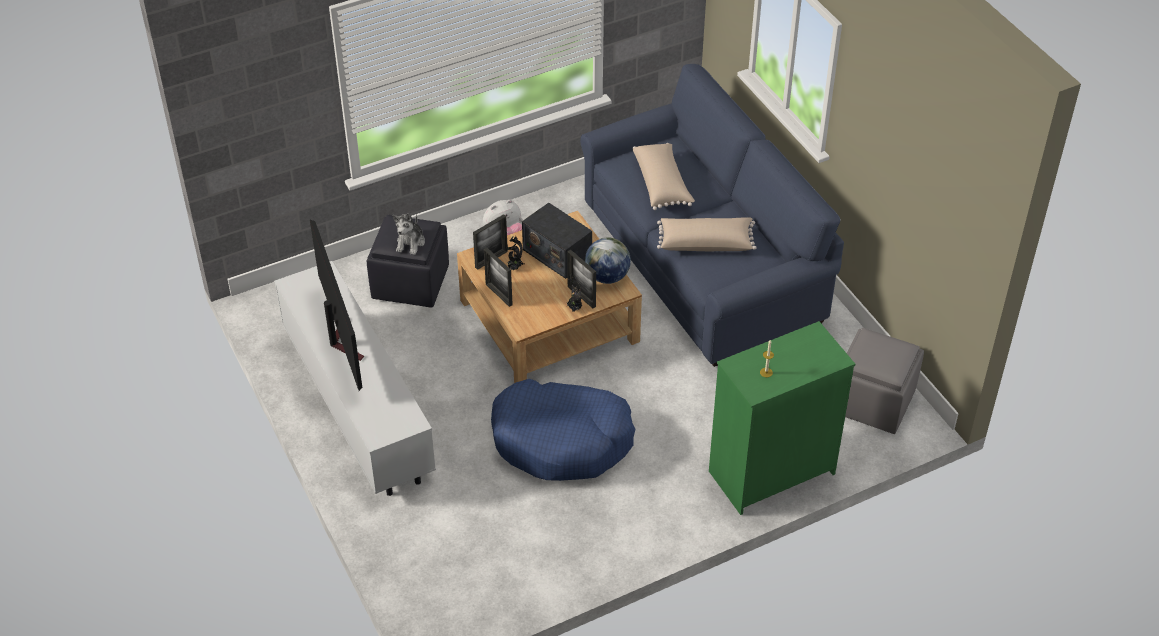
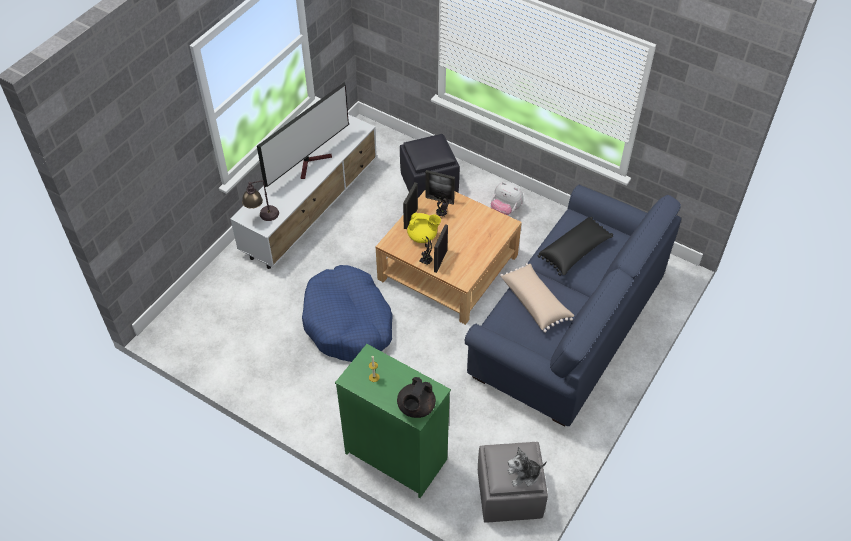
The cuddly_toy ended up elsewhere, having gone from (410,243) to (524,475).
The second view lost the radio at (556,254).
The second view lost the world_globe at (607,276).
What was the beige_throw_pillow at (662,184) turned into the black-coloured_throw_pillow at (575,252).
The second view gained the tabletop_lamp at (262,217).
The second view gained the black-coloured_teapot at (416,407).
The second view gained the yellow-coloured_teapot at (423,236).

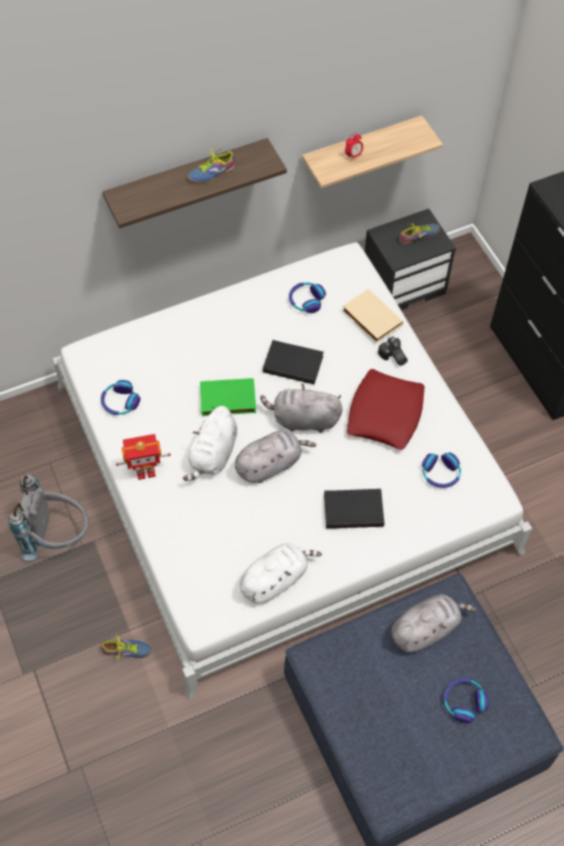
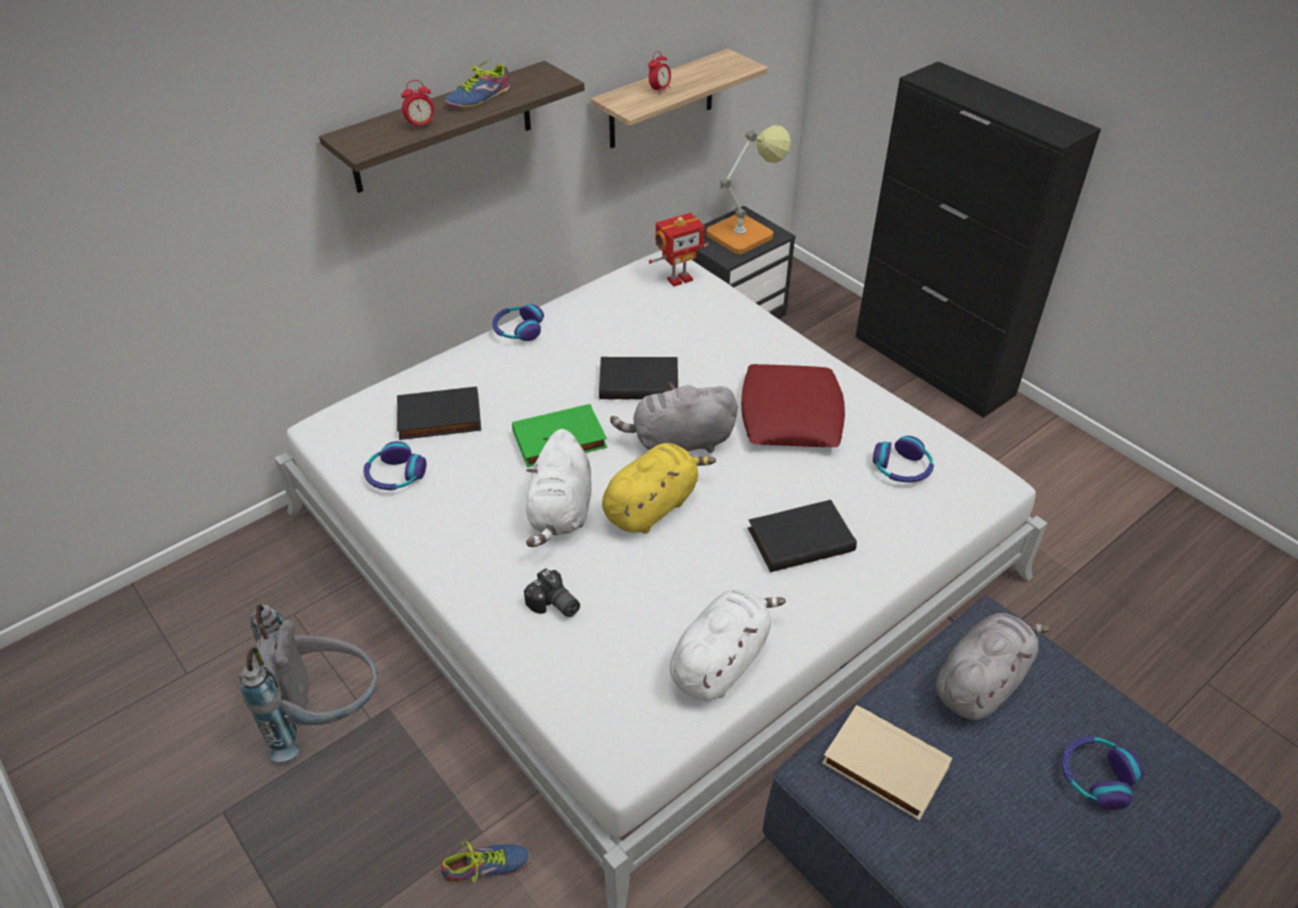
The robot_figure ended up elsewhere, having gone from (145,472) to (679,279).
What was the greyish_cuddly_toy at (270,464) turned into the yellow-coloured_cuddly_toy at (652,506).
The headset ended up elsewhere, having gone from (306,300) to (518,329).
The beige_bound_book ended up elsewhere, having gone from (370,318) to (883,766).
The still_camera ended up elsewhere, having gone from (393,357) to (553,605).
Where the item_of_footwear stood at (419,236), the tabletop_lamp came to stand at (745,232).
The second view gained the black-coloured_bound_book at (439,419).
The second view gained the bedside_clock at (421,126).

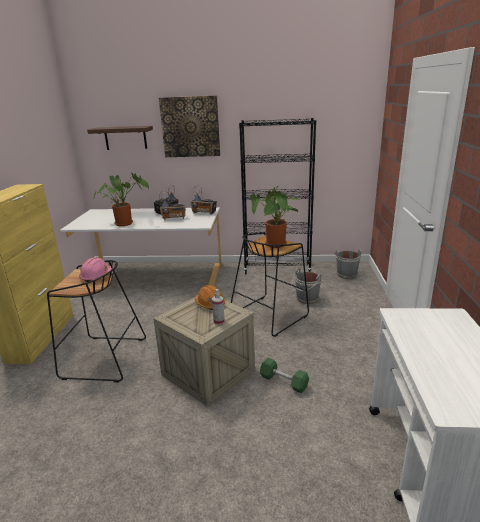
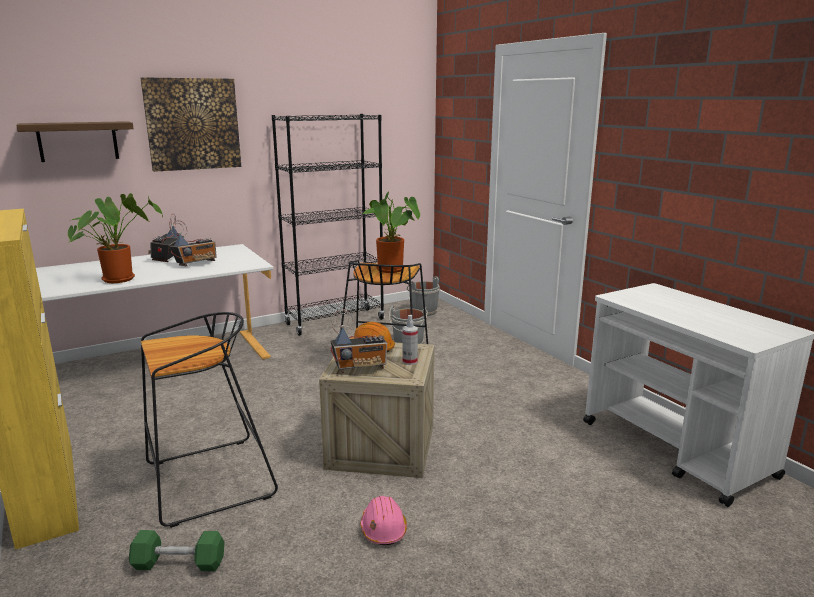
The pink_hard_hat ended up elsewhere, having gone from (96,276) to (383,529).
The radio ended up elsewhere, having gone from (204,213) to (360,367).
The green-coloured_hand_weight ended up elsewhere, having gone from (284,382) to (179,563).

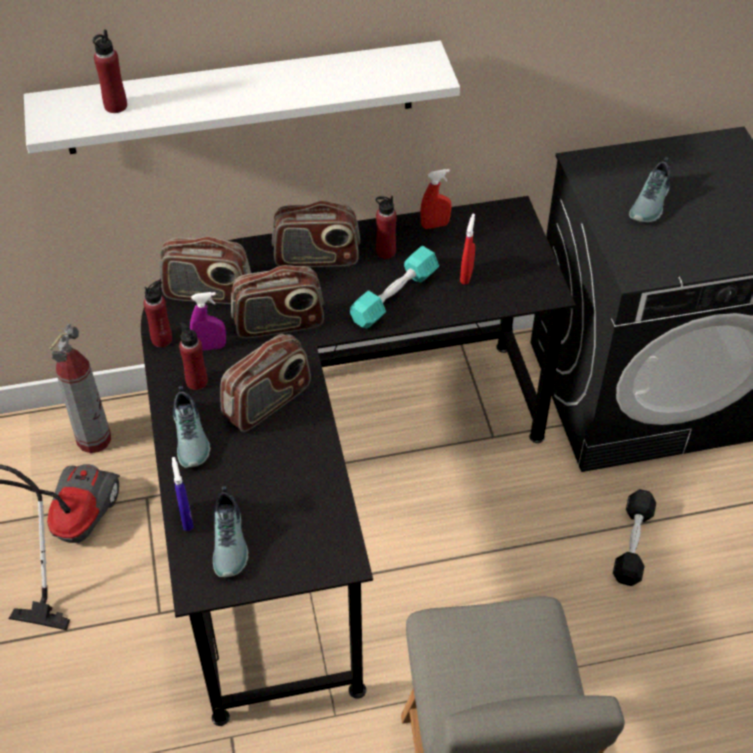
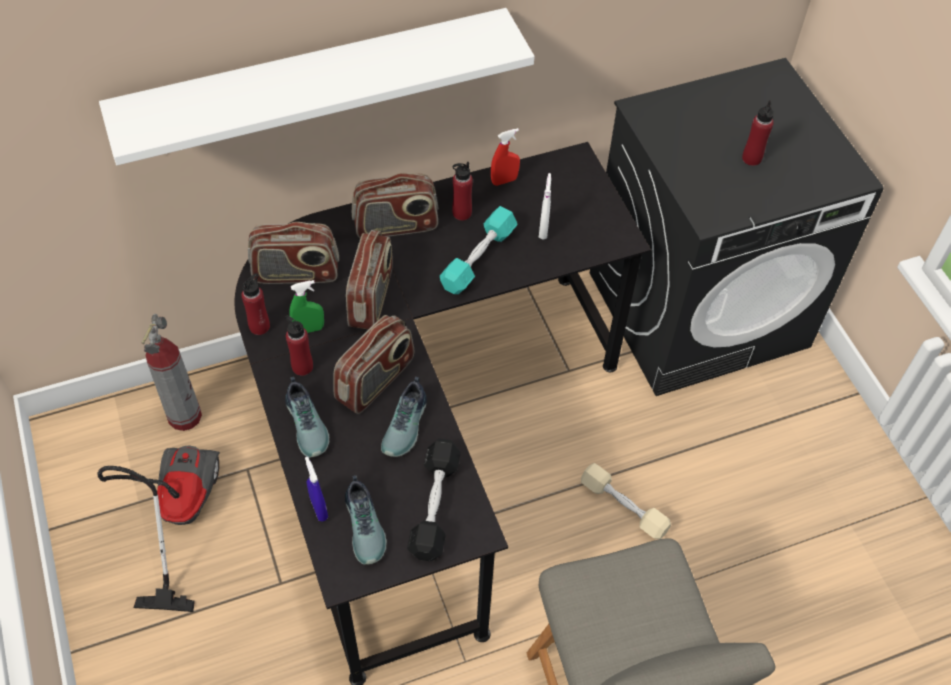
The red-coloured_bottle ended up elsewhere, having gone from (115,106) to (751,158).
What was the purplish_sprayer at (210,347) turned into the green-coloured_sprayer at (309,329).
The radio at (279,324) ended up facing another way, 60 degrees counterclockwise from before.
What was the red-coloured_sprayer at (466,275) turned into the white_sprayer at (543,230).
The black-coloured_hand_weight ended up elsewhere, having gone from (632,544) to (434,506).
The item_of_footwear ended up elsewhere, having gone from (652,203) to (407,425).
The second view gained the beige_hand_weight at (623,506).

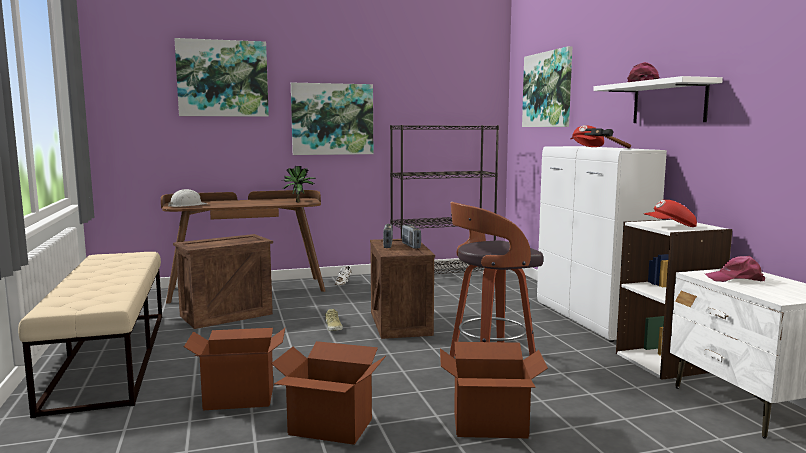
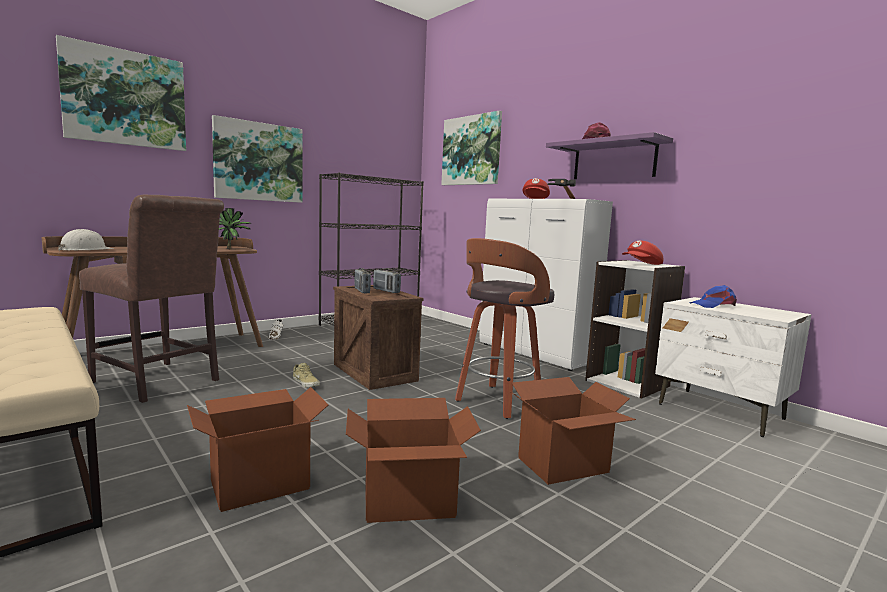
Where the shipping_crate stood at (226,315), the brown_upright_chair came to stand at (159,382).
What was the white_bracket_shelf at (669,102) turned into the purplish_bracket_shelf at (614,160).
What was the pink_baseball_cap at (735,279) turned into the blue_baseball_cap at (713,305).

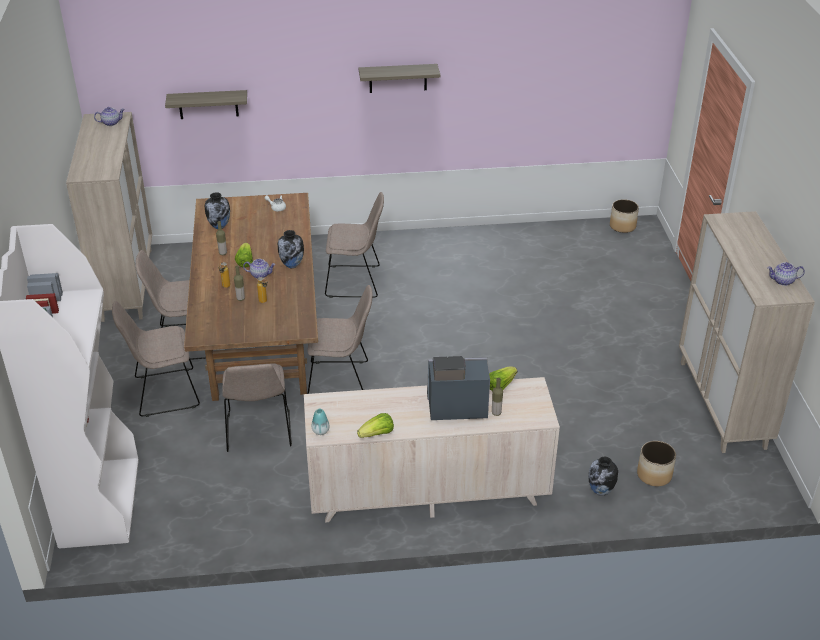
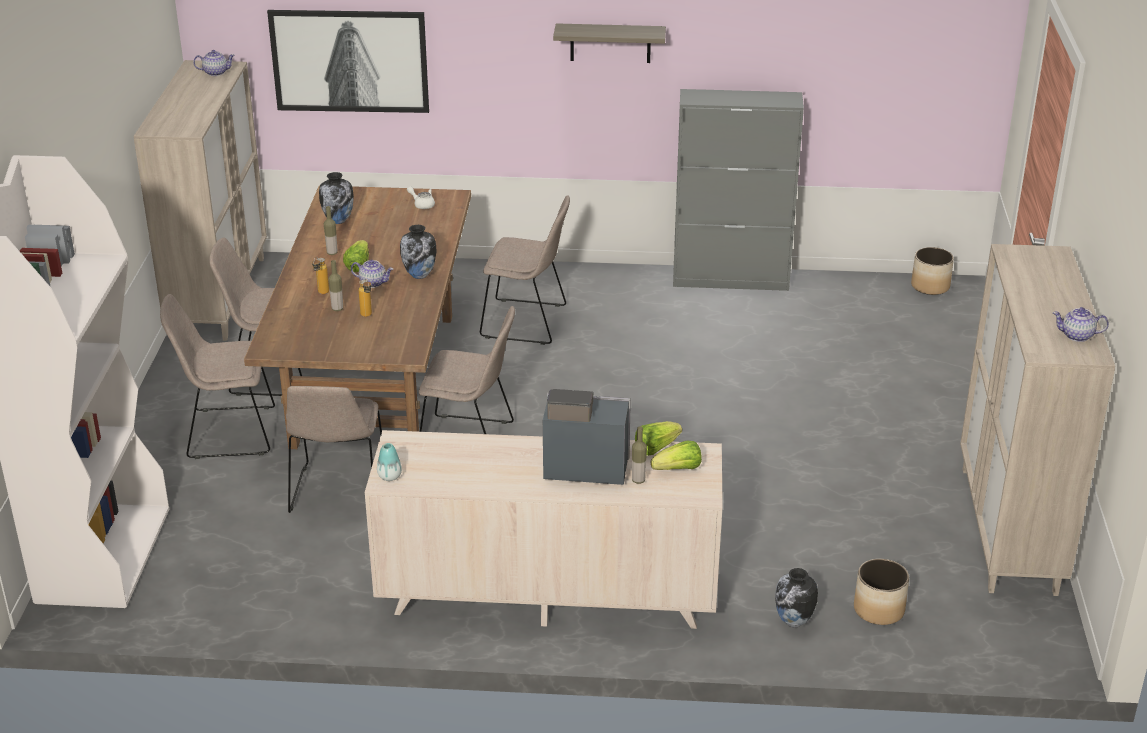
Where the bracket_shelf hung at (208,104), the picture came to hang at (350,60).
The lettuce ended up elsewhere, having gone from (377,434) to (678,469).
The second view gained the greyish_cabinet at (731,279).

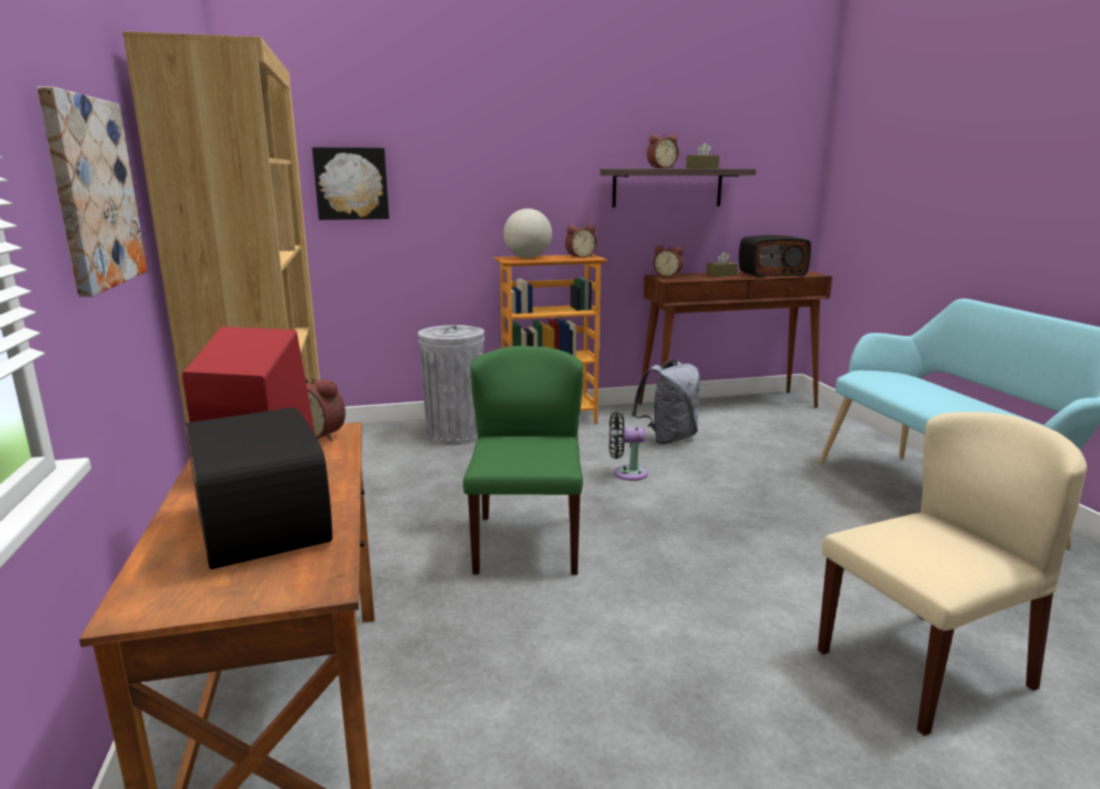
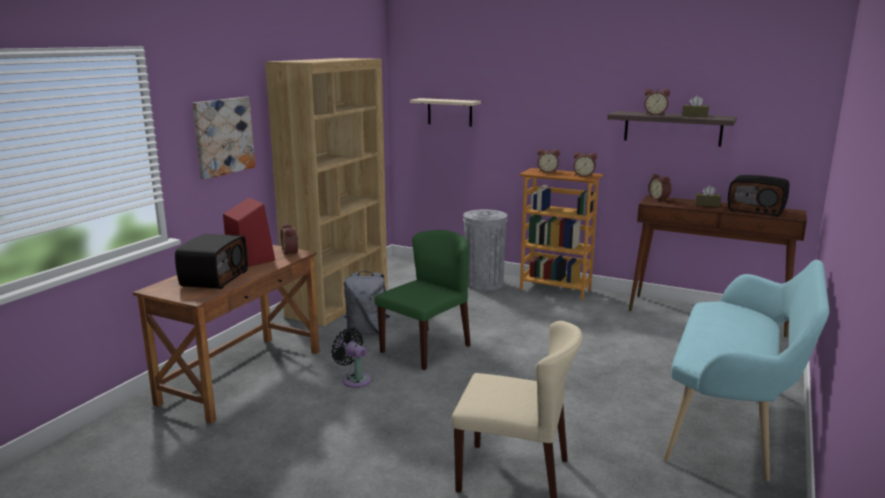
Where the picture hung at (351,183), the beige_bracket_shelf came to hang at (449,112).
Where the world_globe stood at (528,258), the bedside_clock came to stand at (547,172).
The black-coloured_fan ended up elsewhere, having gone from (626,473) to (354,379).
The greyish_knapsack ended up elsewhere, having gone from (668,438) to (367,332).

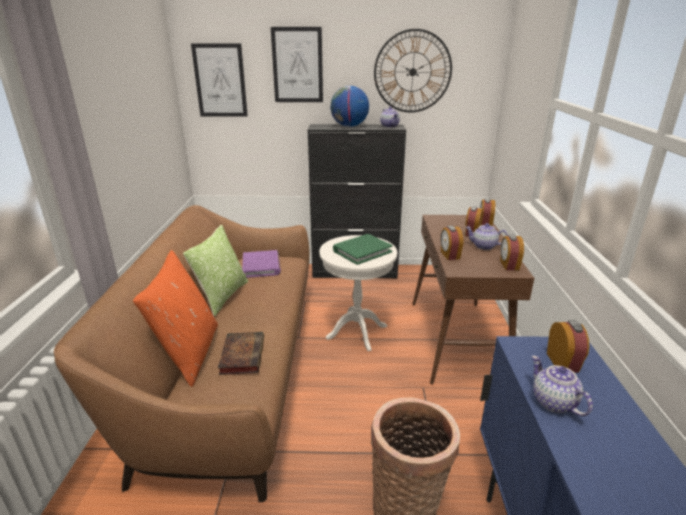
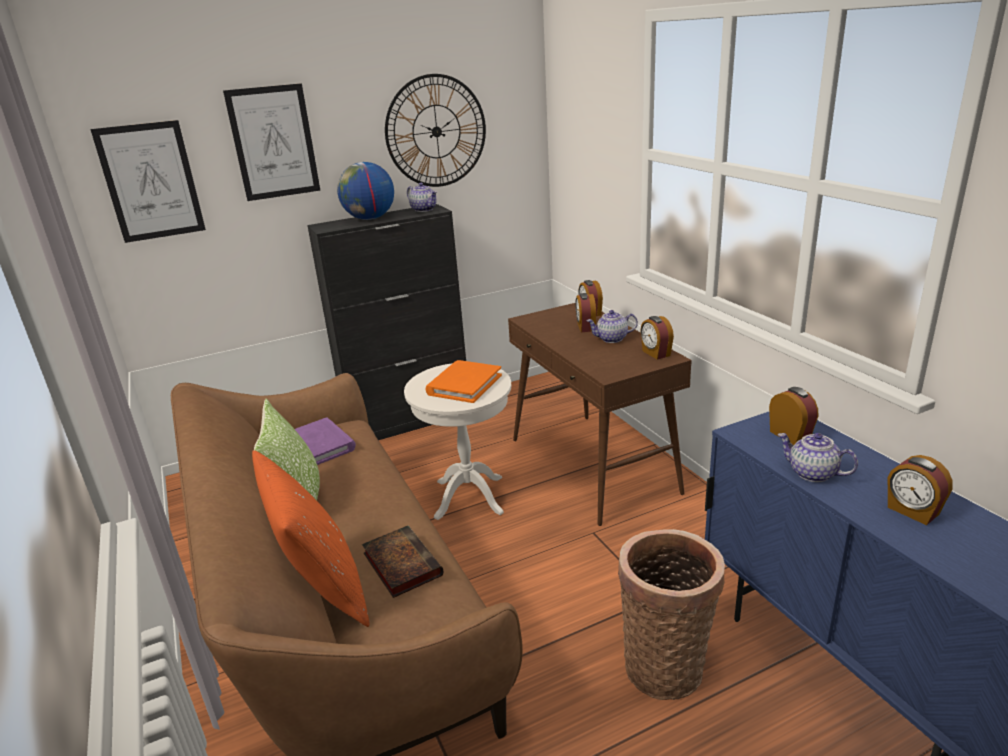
What was the green-coloured_bound_book at (362,251) turned into the orange_bound_book at (464,385).
The bedside_clock ended up elsewhere, having gone from (449,255) to (912,511).

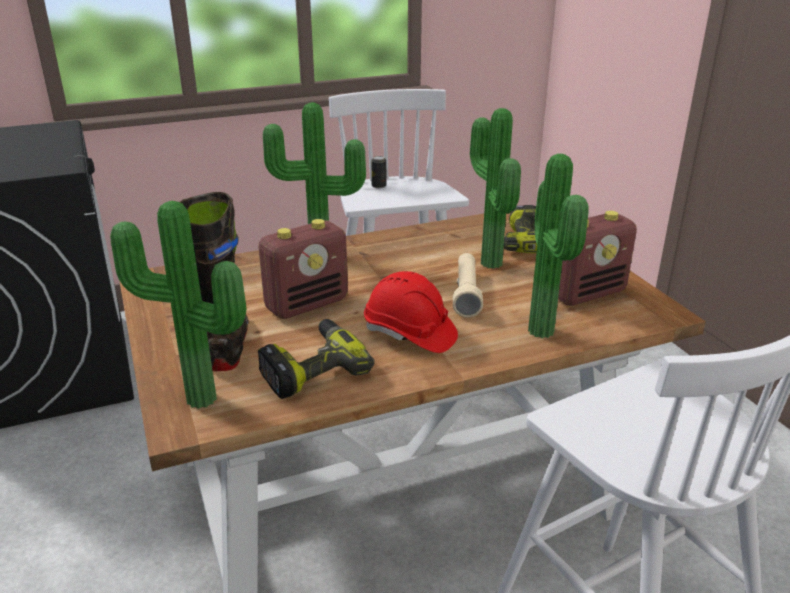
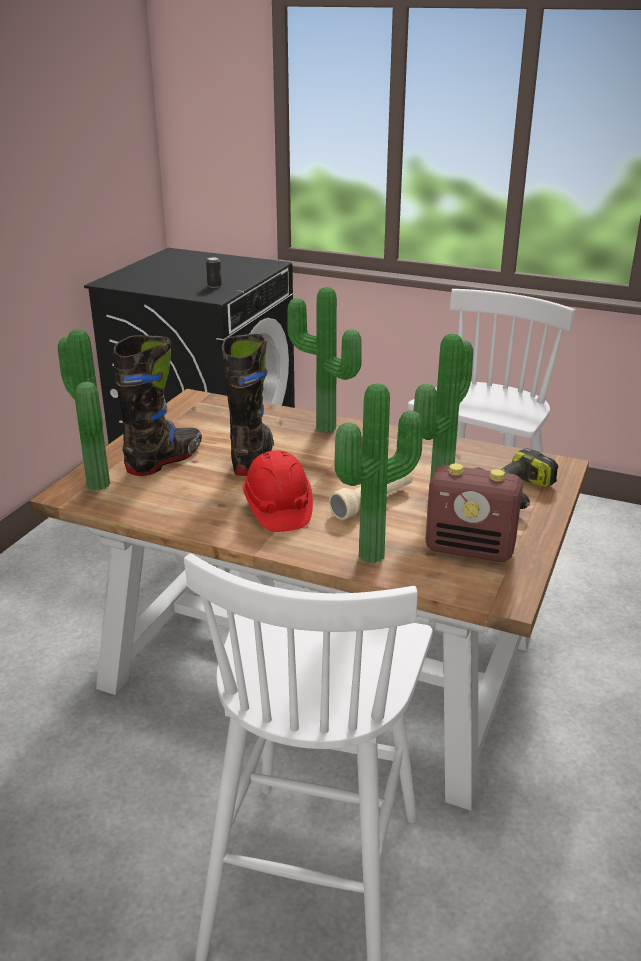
Where the radio stood at (307,304), the black-coloured_boot came to stand at (253,458).
The second view lost the electric_drill at (312,368).
The metal_can ended up elsewhere, having gone from (379,186) to (214,286).

